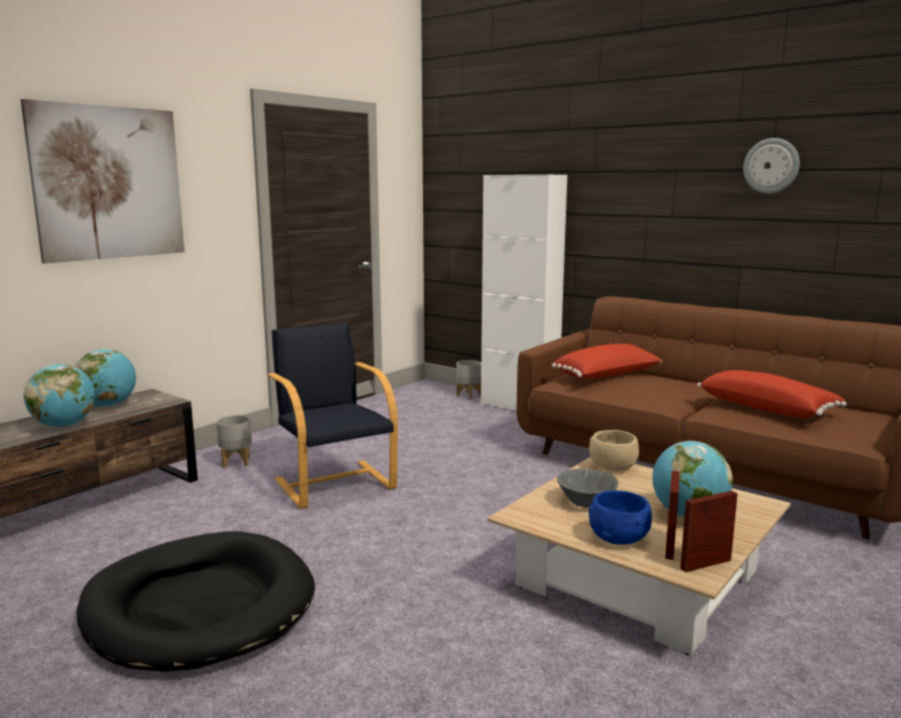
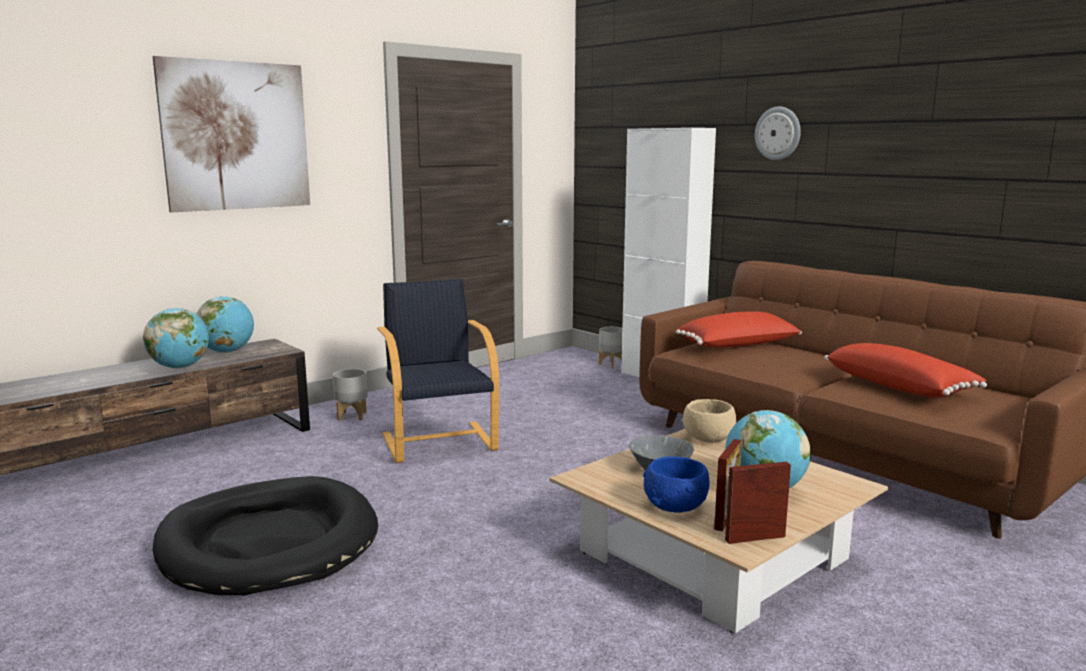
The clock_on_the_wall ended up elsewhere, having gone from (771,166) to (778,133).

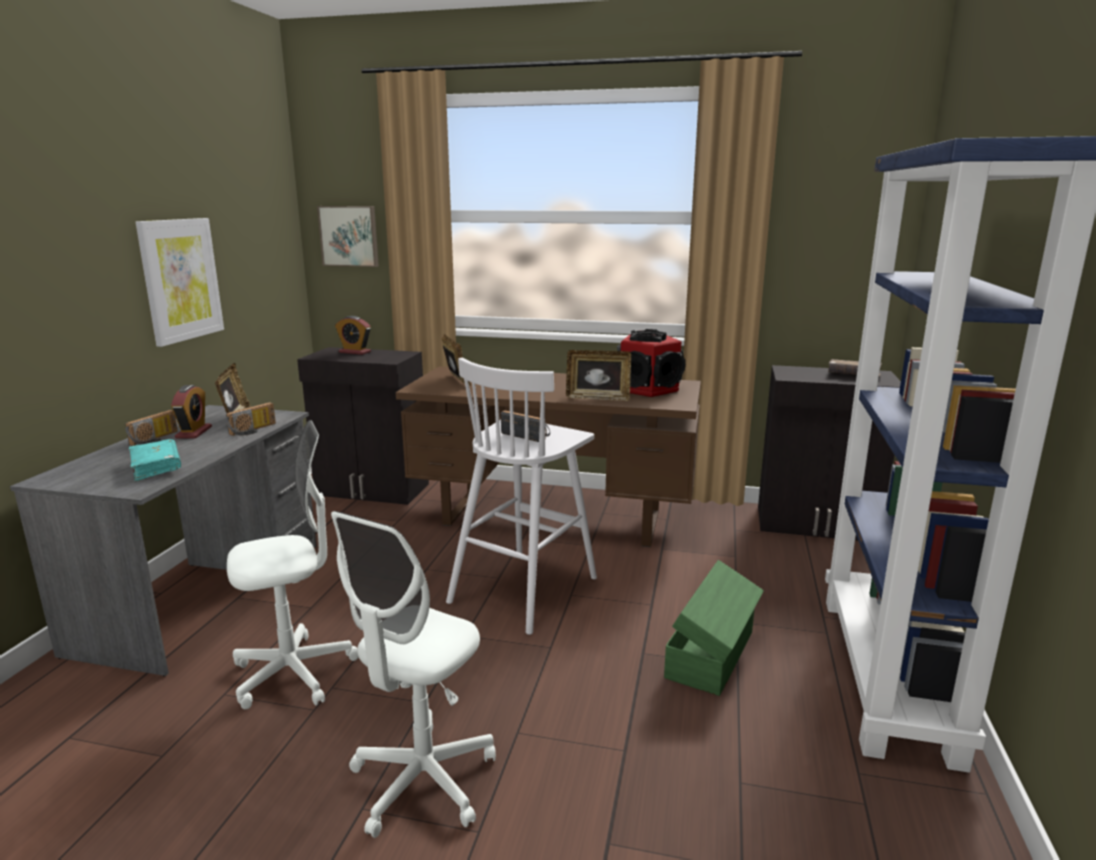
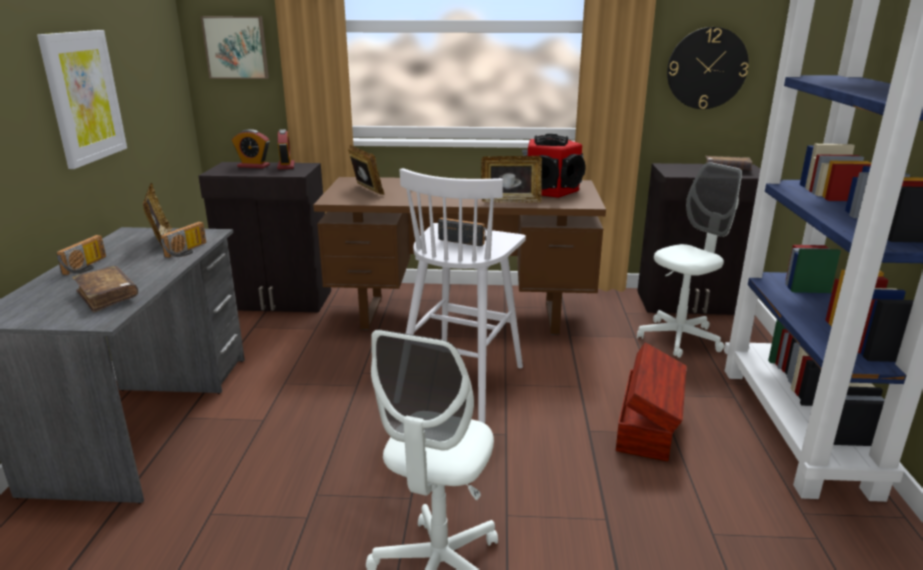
What was the turquoise-coloured_bound_book at (156,467) turned into the brown_bound_book at (107,296).
The bedside_clock ended up elsewhere, having gone from (194,432) to (286,166).
The white_desk_chair ended up elsewhere, having gone from (294,673) to (679,338).
What was the green-coloured_storage_container at (712,654) turned into the brown_storage_container at (648,425).
The second view gained the clock_on_the_wall at (706,68).

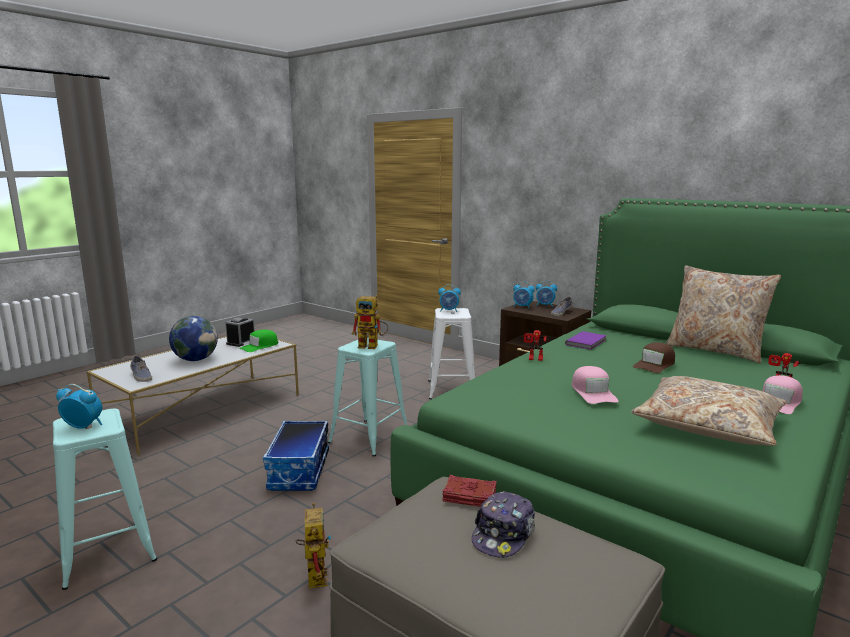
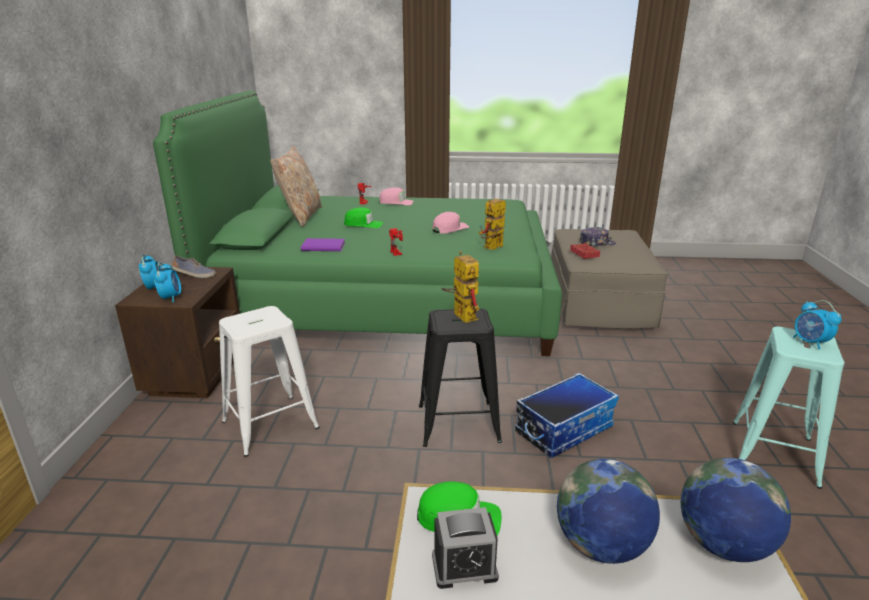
Where the item_of_footwear stood at (141,376), the world_globe came to stand at (723,544).
The robot_figure ended up elsewhere, having gone from (314,574) to (492,248).
What was the turquoise-coloured_stool at (369,437) turned into the black-coloured_stool at (458,423).
The second view lost the bedside_clock at (449,311).
The second view lost the beige_throw_pillow at (708,425).
What was the brown_baseball_cap at (654,365) turned into the green-coloured_baseball_cap at (363,224).

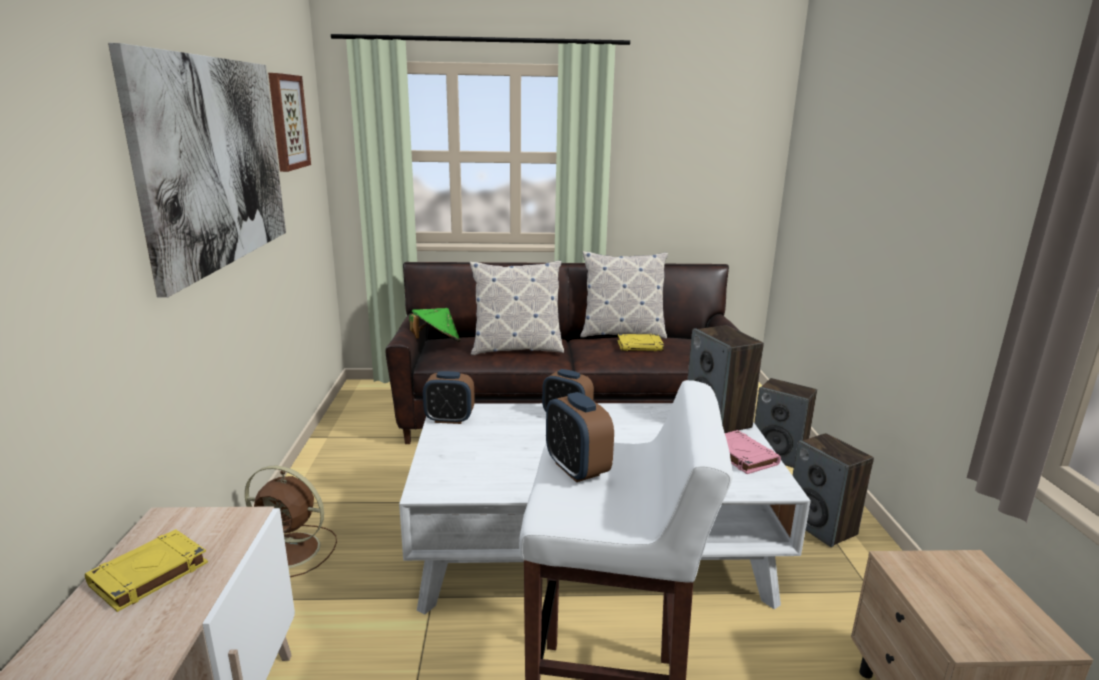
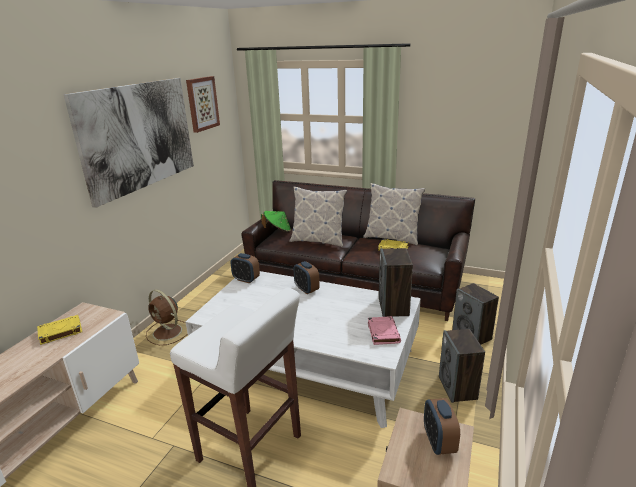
The bedside_clock ended up elsewhere, having gone from (577,469) to (438,442).

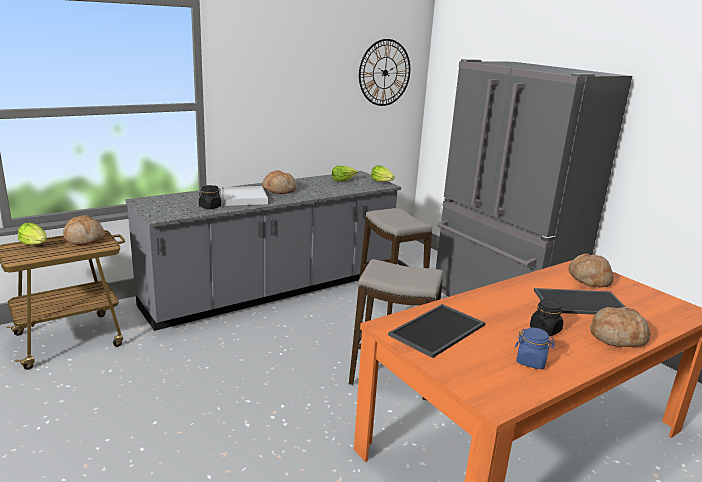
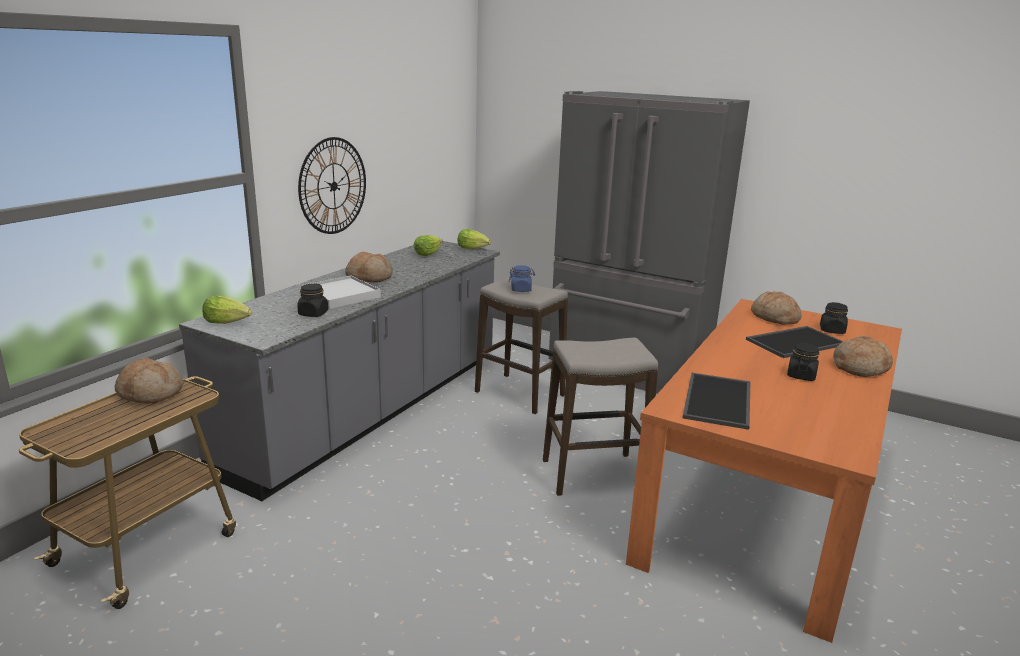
The lettuce ended up elsewhere, having gone from (35,244) to (227,322).
The clock_on_the_wall ended up elsewhere, having gone from (385,73) to (333,186).
The blue_preserve_jar ended up elsewhere, having gone from (531,361) to (521,289).
The second view gained the black-coloured_preserve_jar at (832,330).

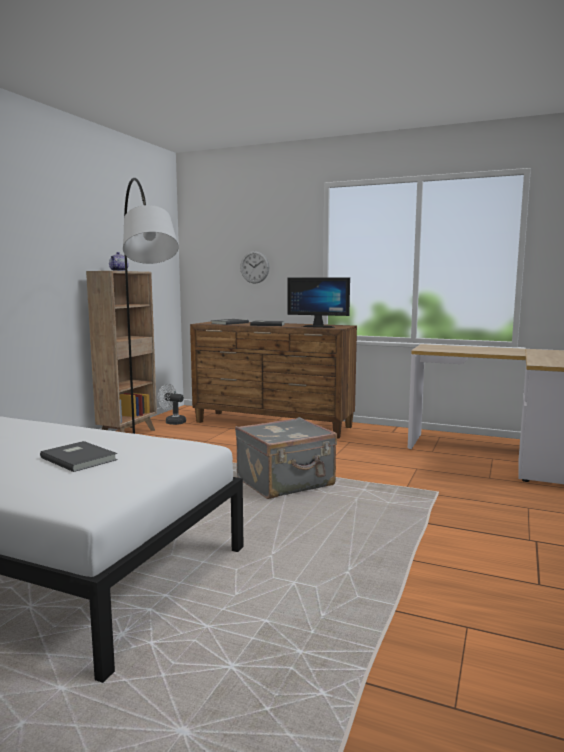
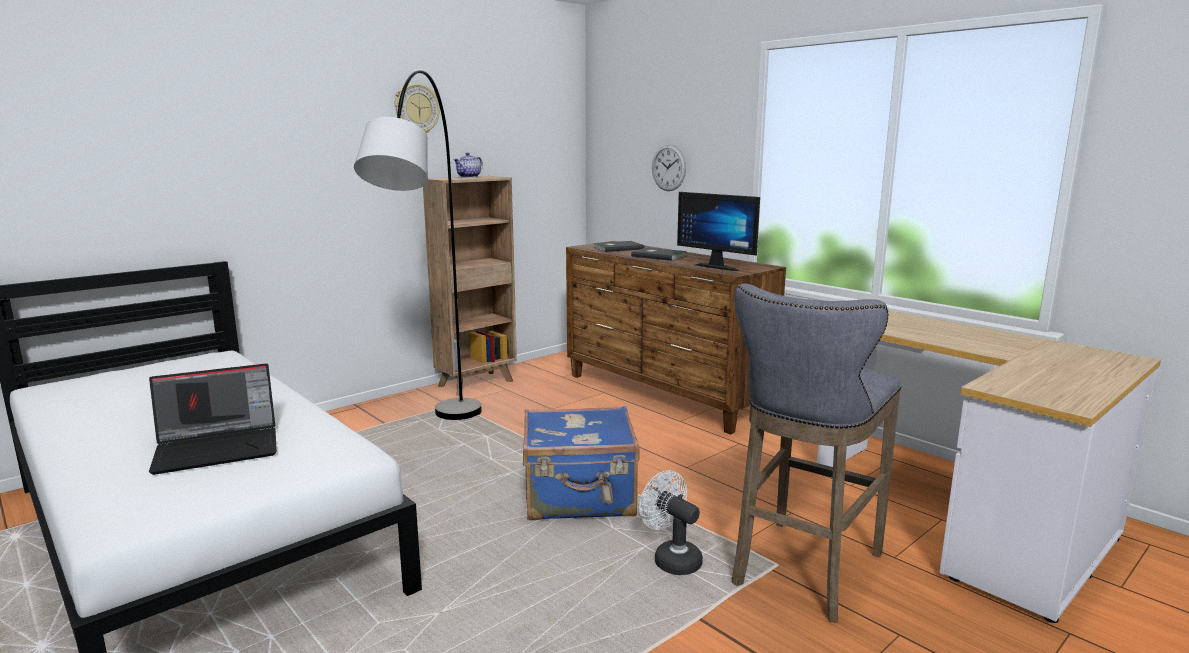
Where the greyish_bound_book stood at (80,458), the portable_computer came to stand at (219,448).
The white_fan ended up elsewhere, having gone from (172,422) to (671,559).
What was the greyish_suitcase at (286,483) turned into the blue_suitcase at (580,498).
The second view gained the clock_on_the_wall at (417,109).
The second view gained the greyish_stool at (803,572).

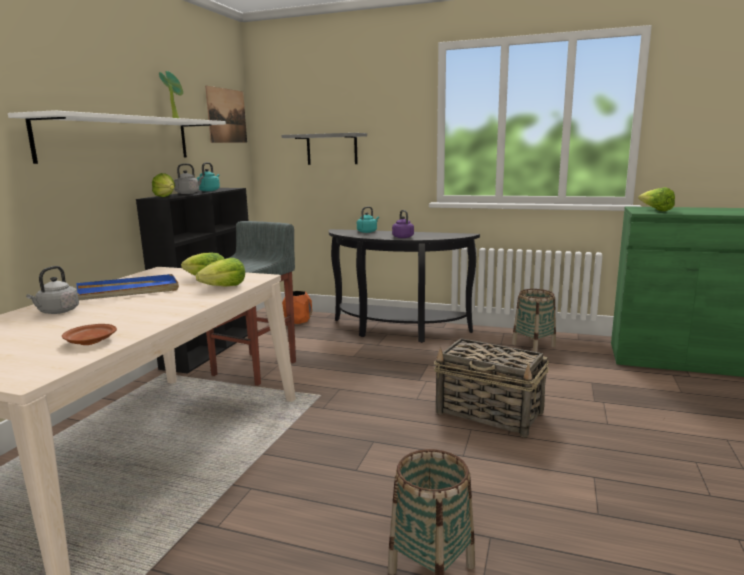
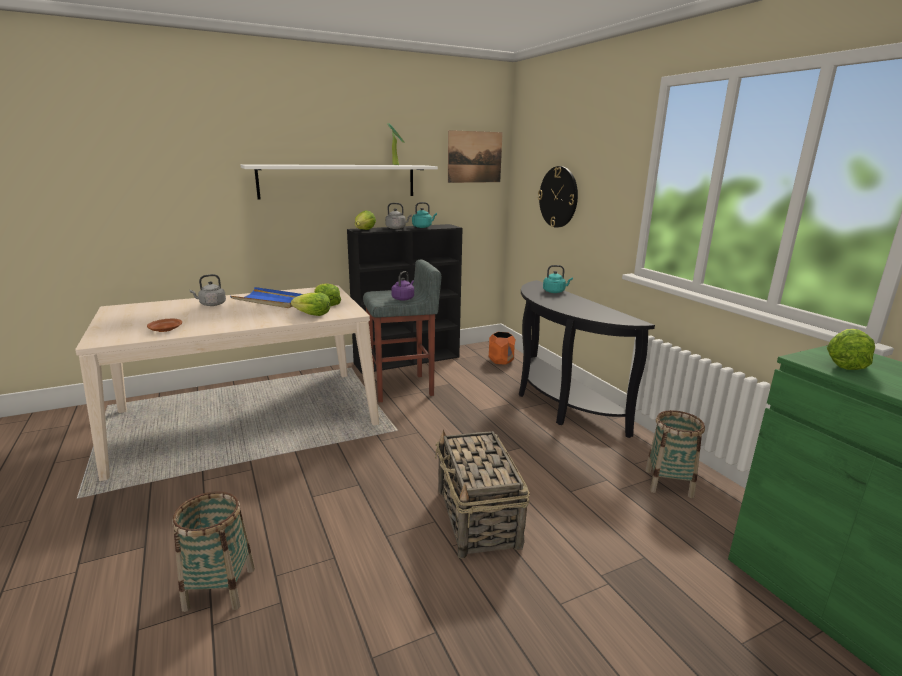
Where the greyish_bracket_shelf hung at (332,149), the clock_on_the_wall came to hang at (558,197).
The purplish_water_kettle ended up elsewhere, having gone from (402,237) to (403,298).

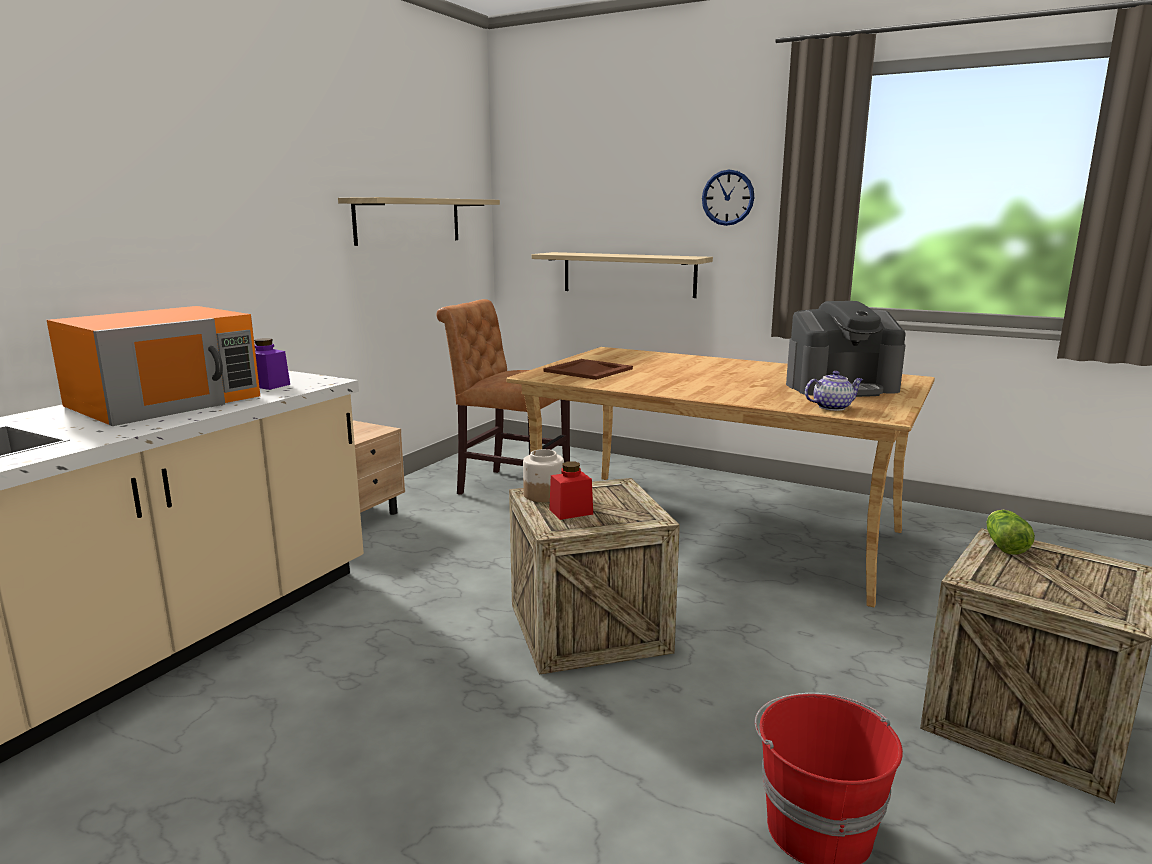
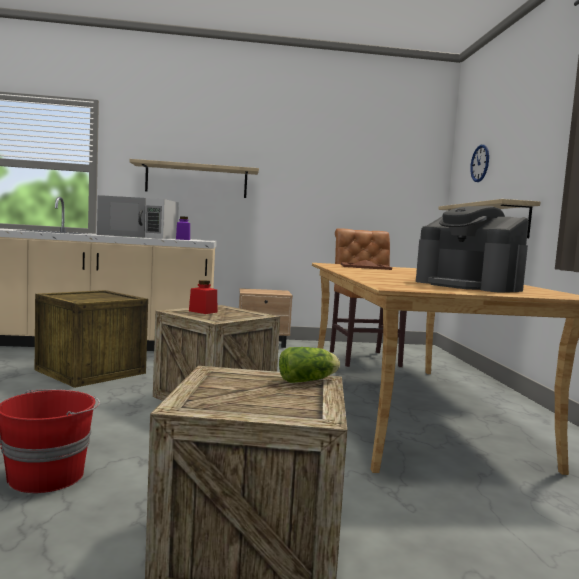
What was the orange_microwave at (166,401) turned into the white_microwave at (139,236).
The bracket_shelf ended up elsewhere, having gone from (408,220) to (196,181).
The second view lost the preserve_jar at (543,495).
The clock_on_the_wall ended up elsewhere, having gone from (728,197) to (480,163).
The second view lost the teapot at (832,407).
The second view gained the shipping_crate at (90,371).

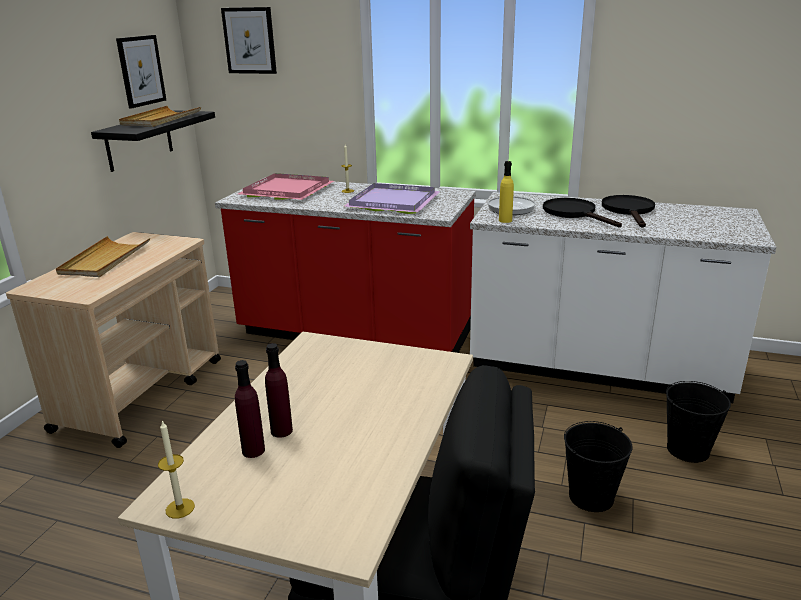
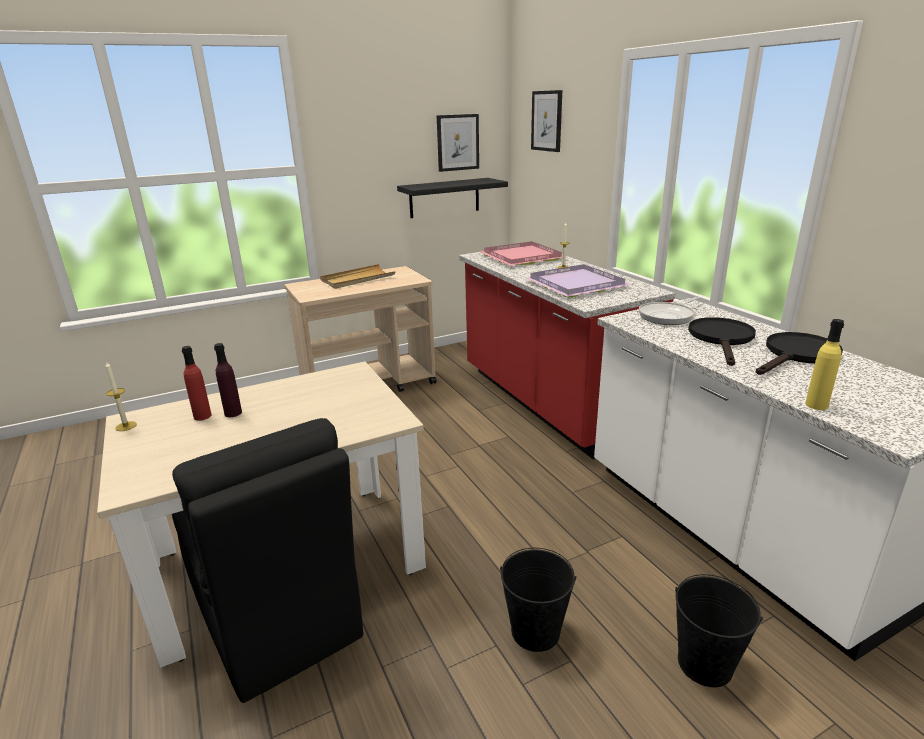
The second view lost the beige_serving_tray at (161,119).
What was the purplish_bottle at (253,450) turned into the red-coloured_bottle at (202,416).
The yellow-coloured_bottle ended up elsewhere, having gone from (505,220) to (816,405).

